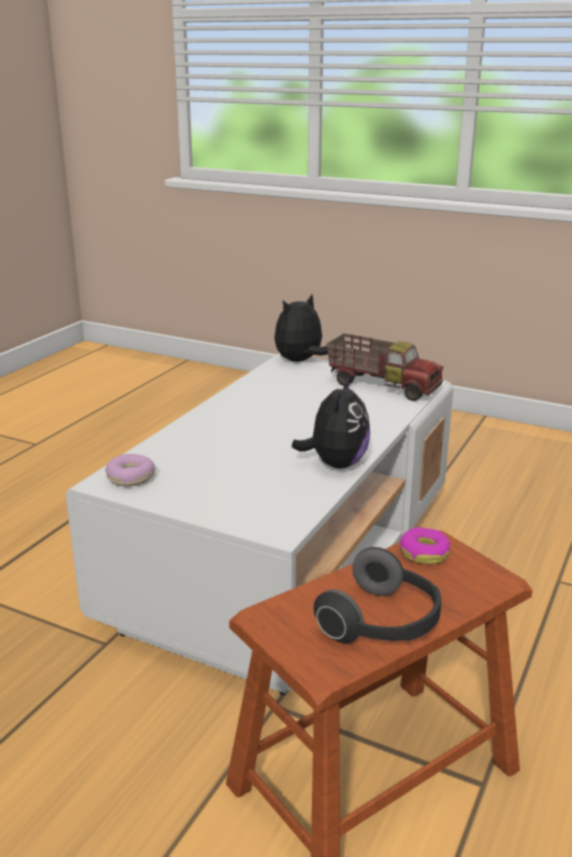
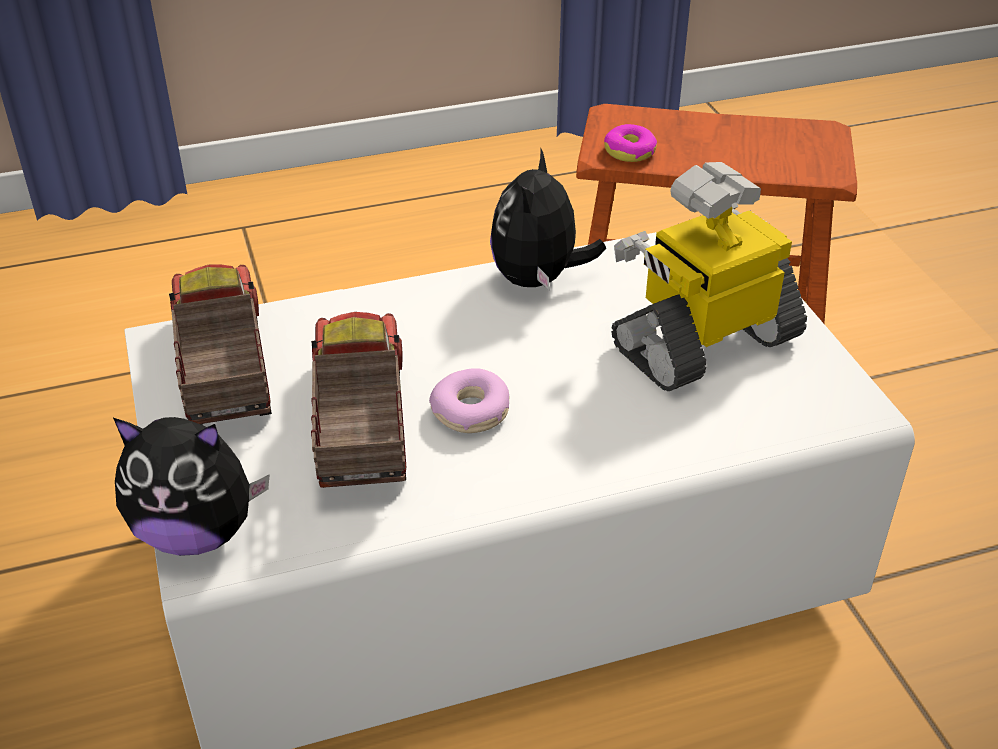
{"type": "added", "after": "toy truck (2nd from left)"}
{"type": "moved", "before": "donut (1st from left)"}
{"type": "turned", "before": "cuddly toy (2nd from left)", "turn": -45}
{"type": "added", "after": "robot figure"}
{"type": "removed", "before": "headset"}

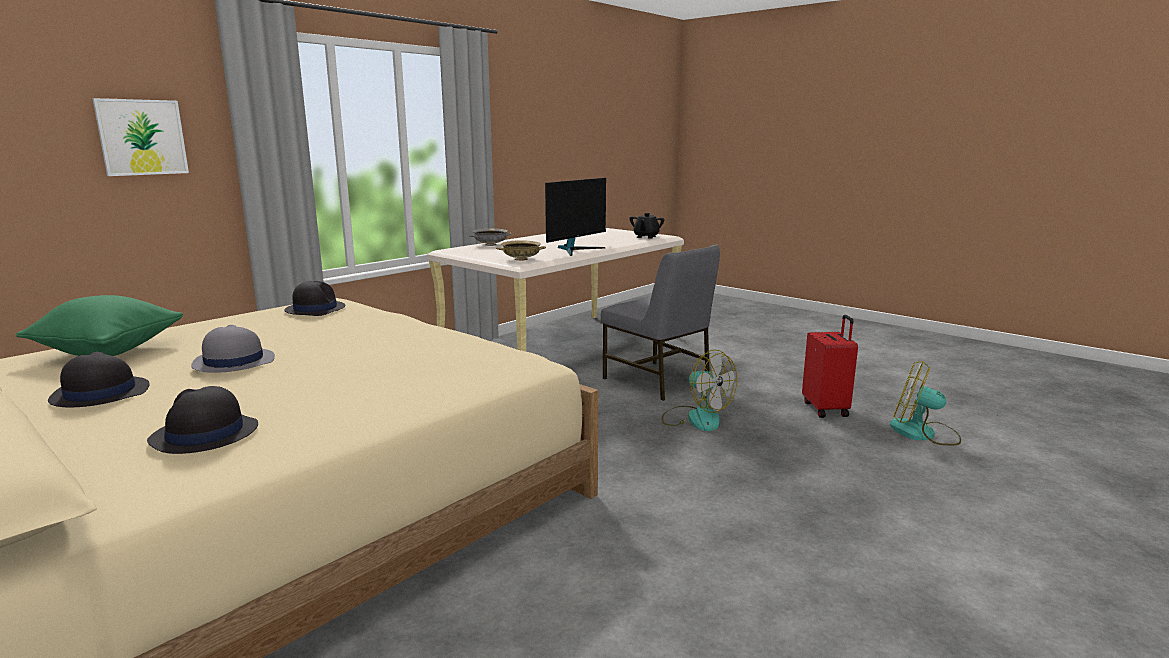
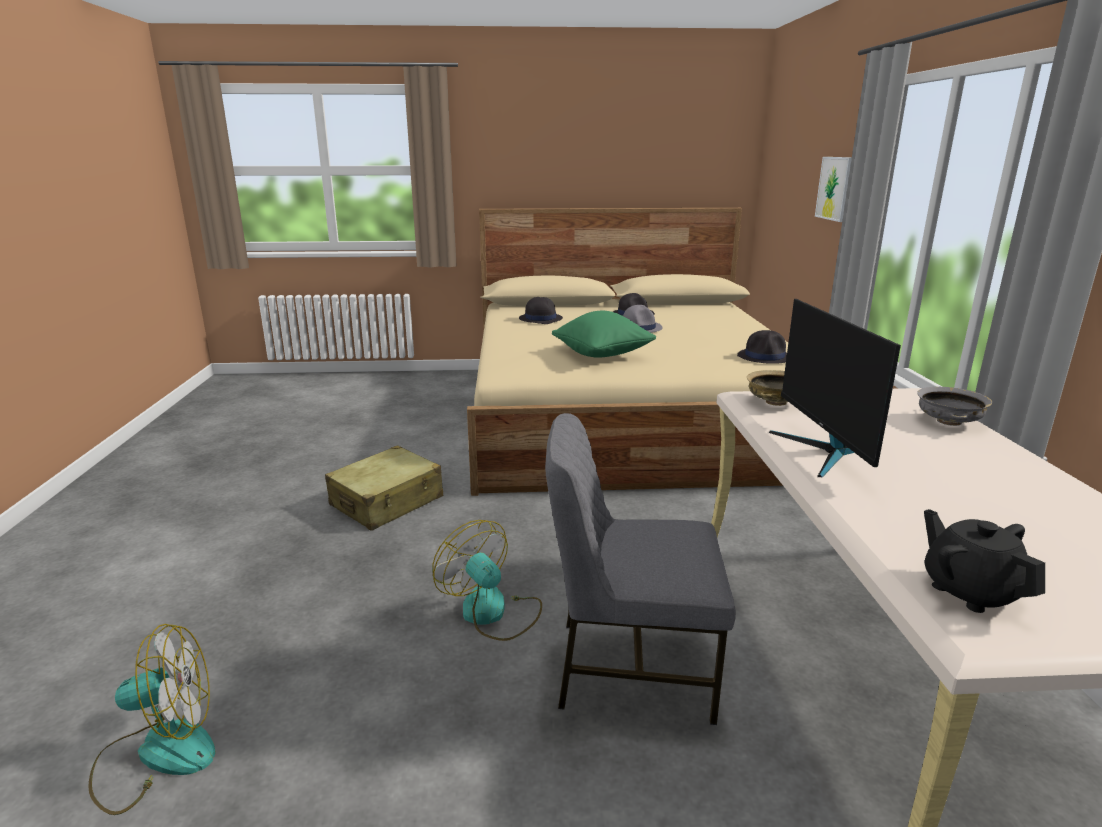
{"type": "added", "after": "beige-coloured suitcase"}
{"type": "turned", "before": "fan (1st from left in the first image)", "turn": 45}
{"type": "moved", "before": "greenish pillow"}
{"type": "removed", "before": "reddish suitcase"}

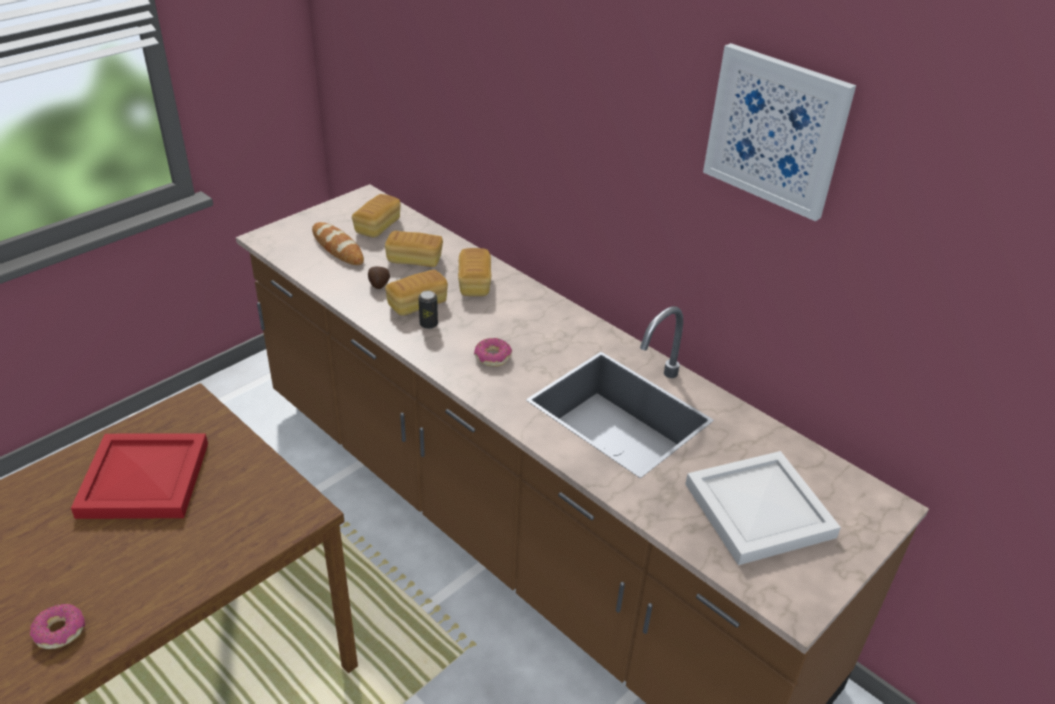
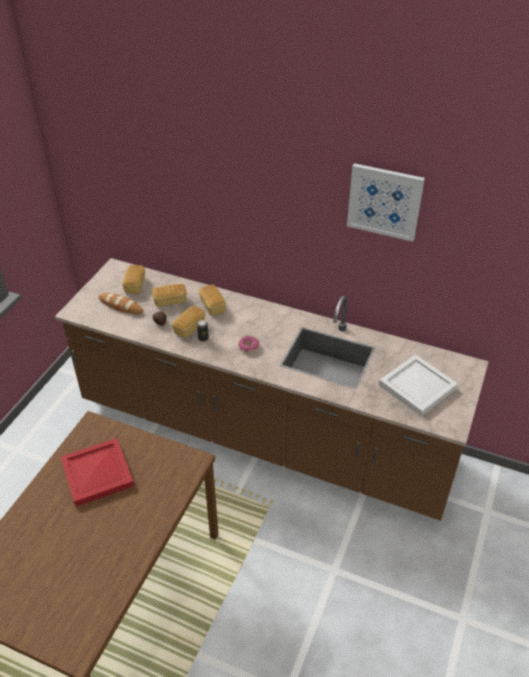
{"type": "removed", "before": "donut (1st from left)"}

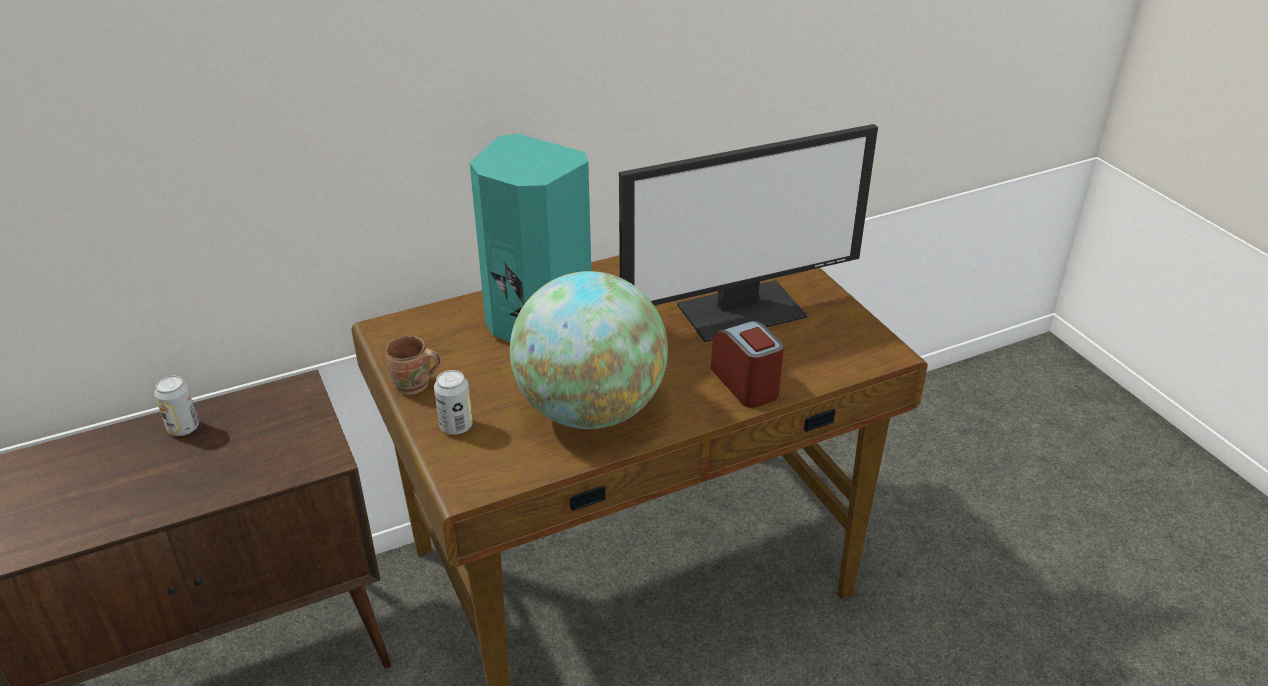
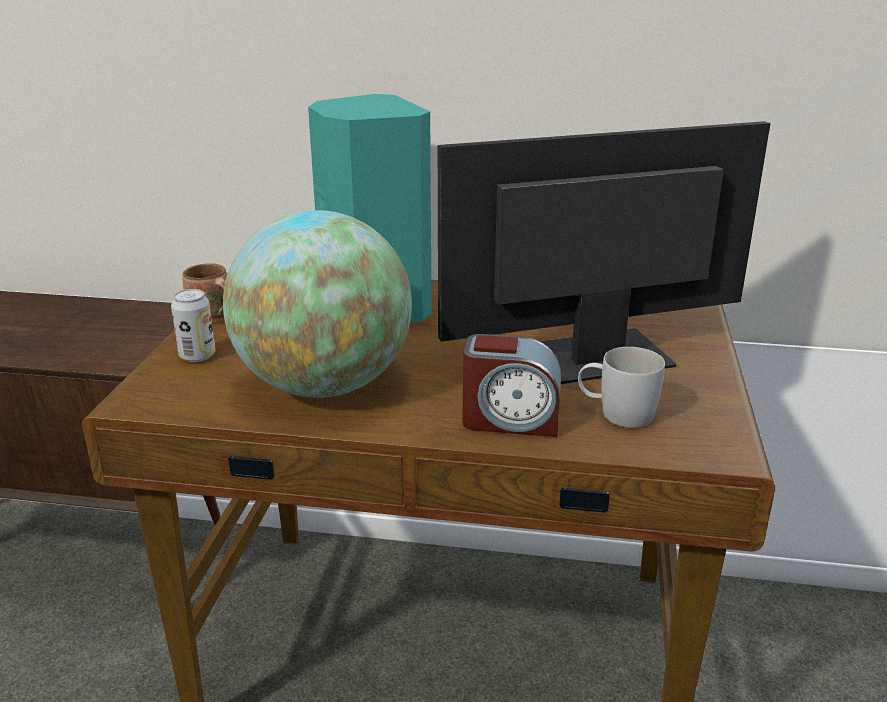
{"type": "turned", "before": "monitor", "turn": 150}
{"type": "turned", "before": "bedside clock", "turn": 90}
{"type": "added", "after": "whitish mug"}
{"type": "removed", "before": "can (1st from left)"}

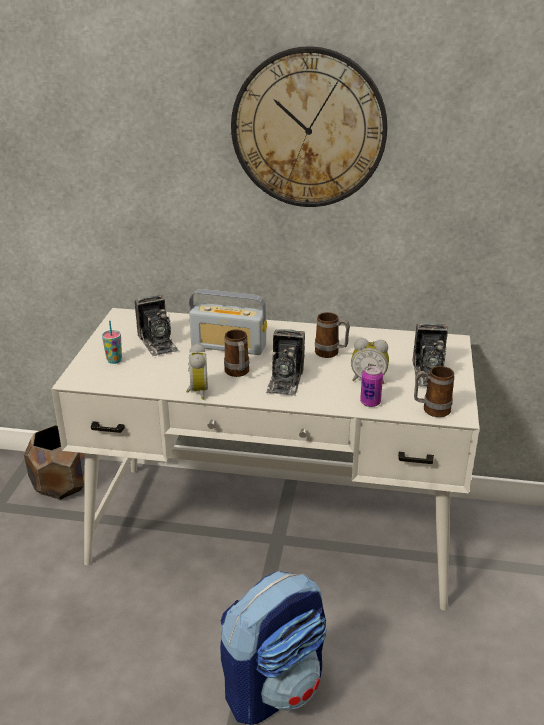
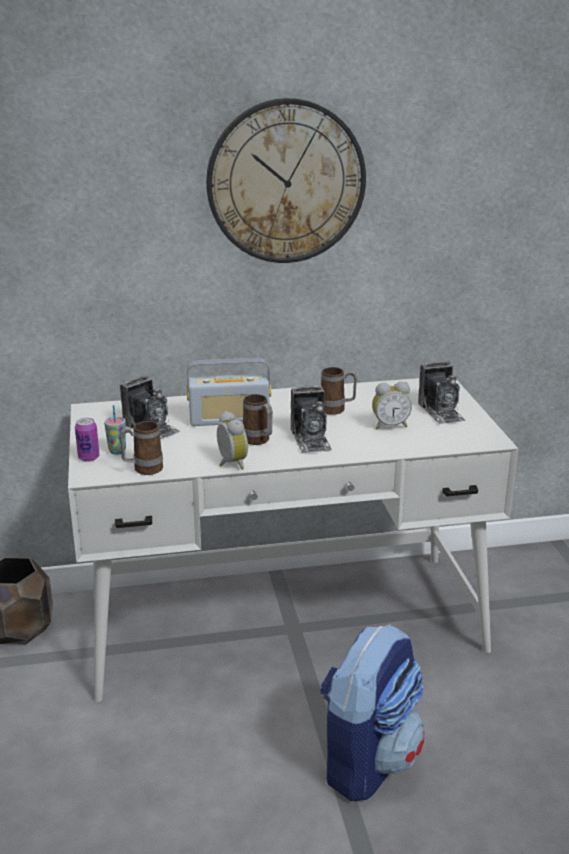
{"type": "moved", "before": "can"}
{"type": "moved", "before": "mug (3rd from left in the first image)", "after": "mug (1st from left)"}

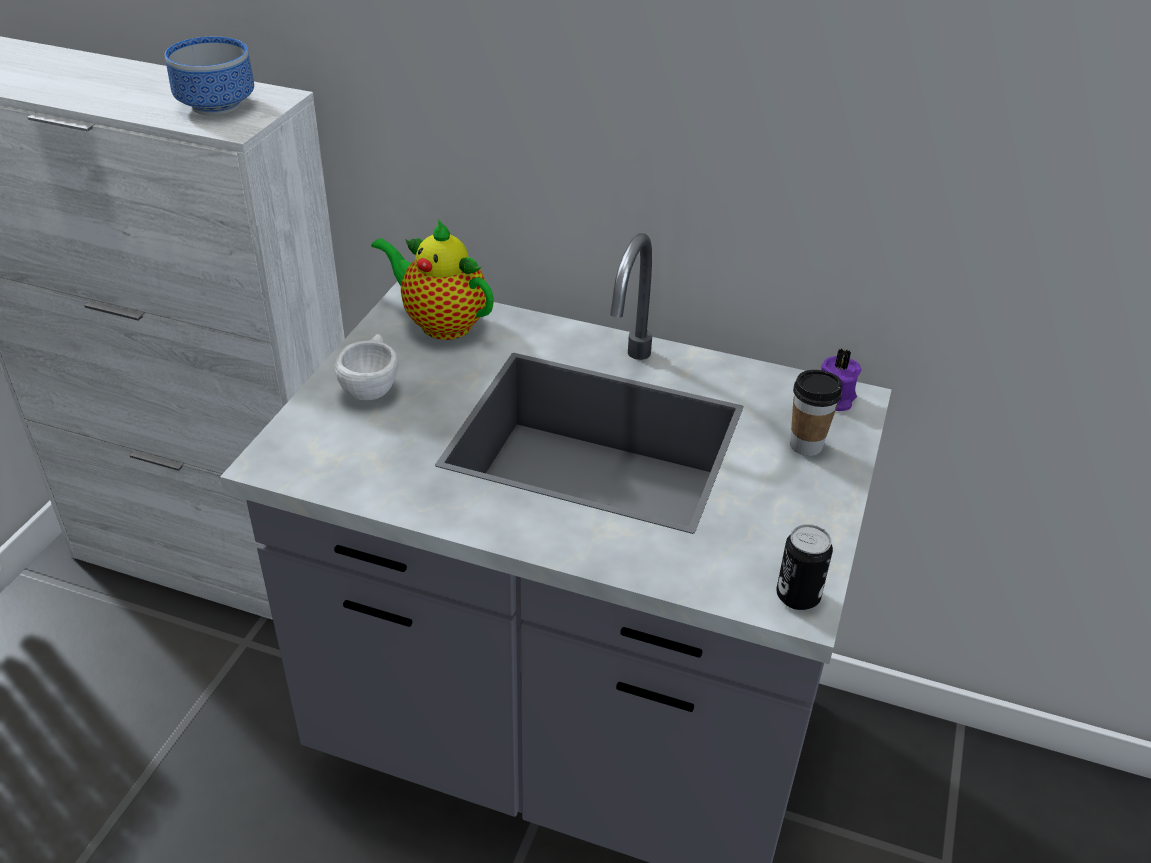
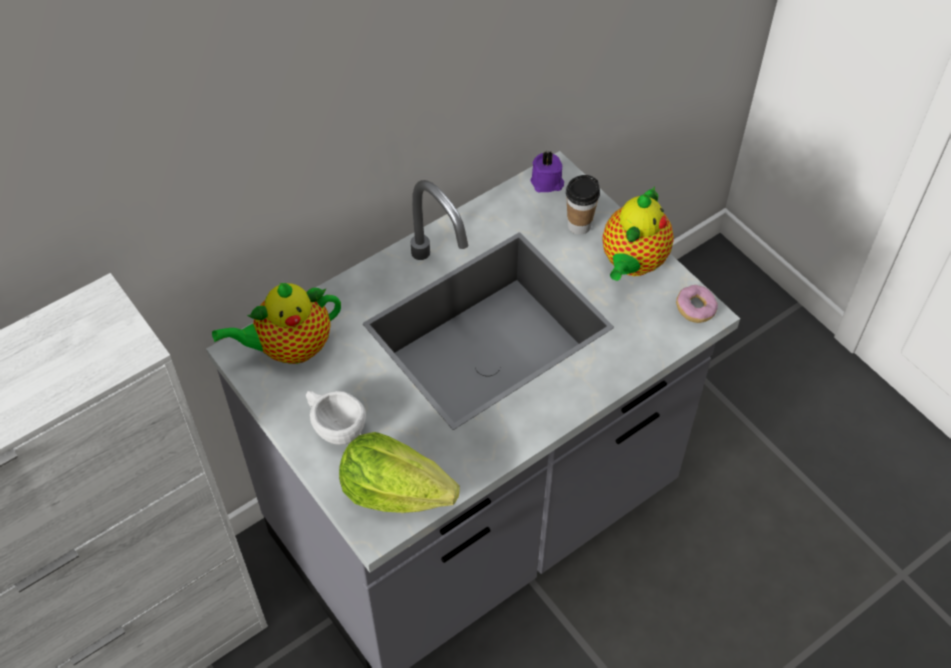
{"type": "added", "after": "lettuce head"}
{"type": "added", "after": "tea pot (2nd from left)"}
{"type": "replaced", "before": "can", "after": "donut"}
{"type": "removed", "before": "bowl"}

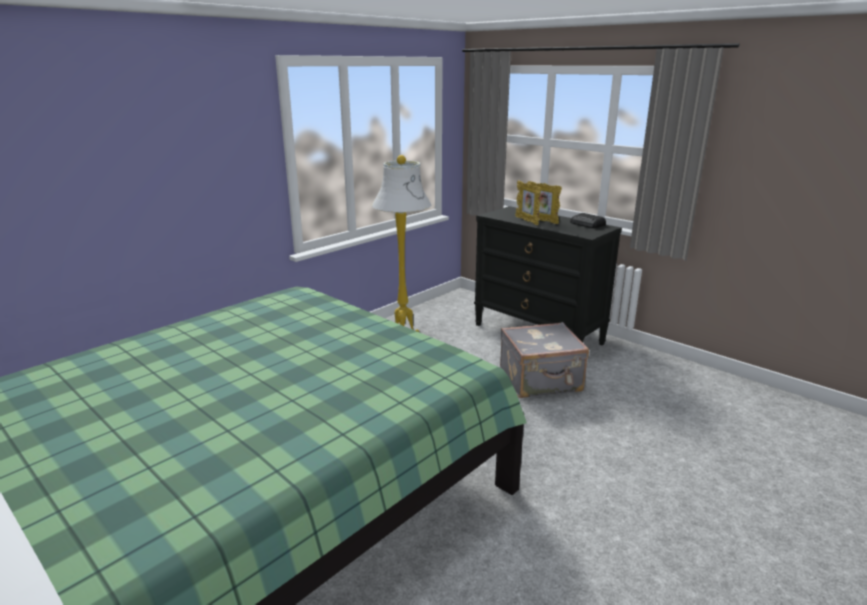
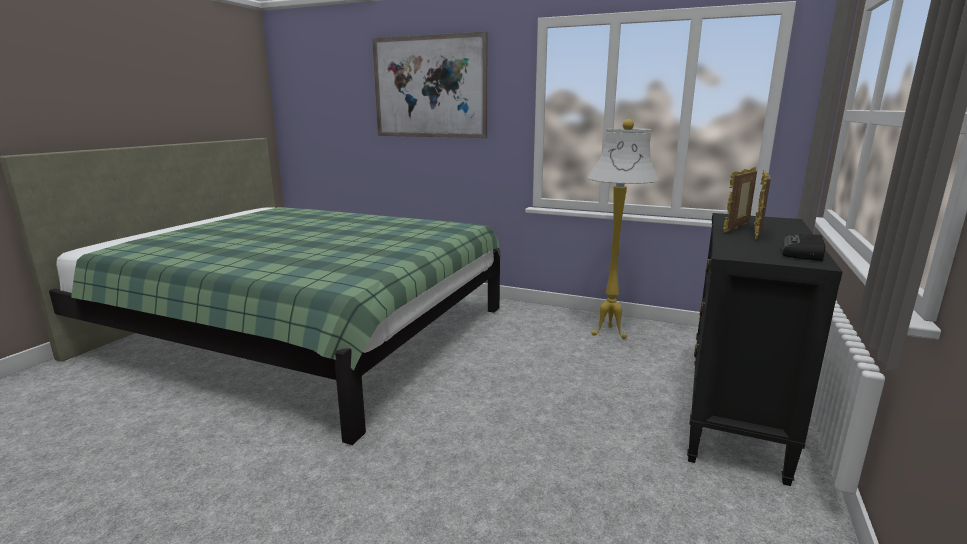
{"type": "added", "after": "wall art"}
{"type": "removed", "before": "greyish suitcase"}

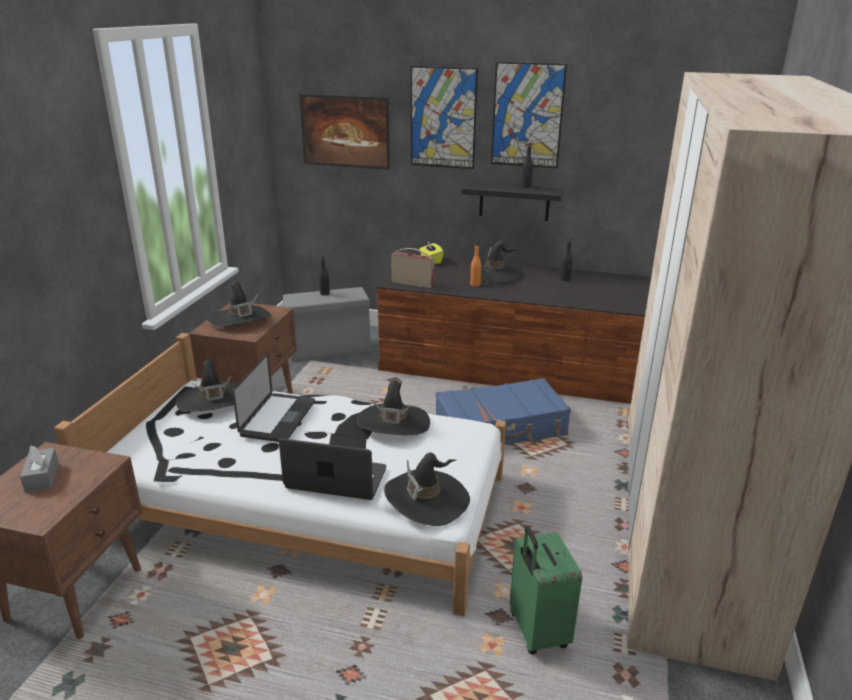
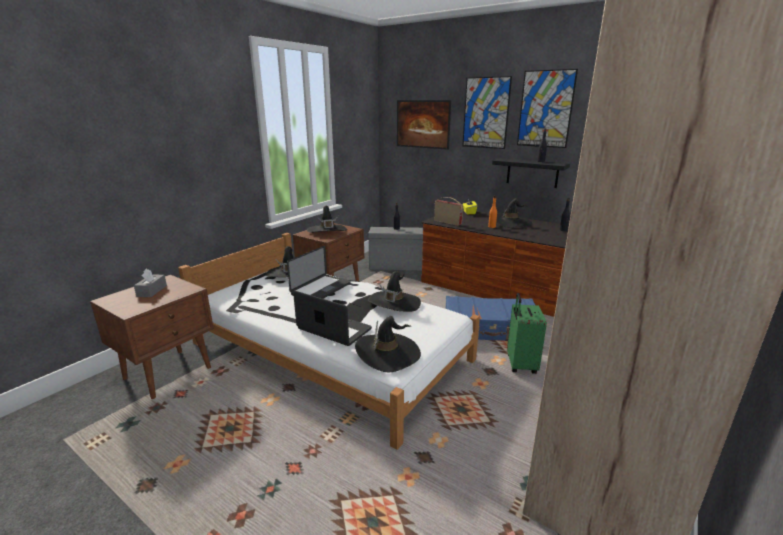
{"type": "moved", "before": "greenish suitcase"}

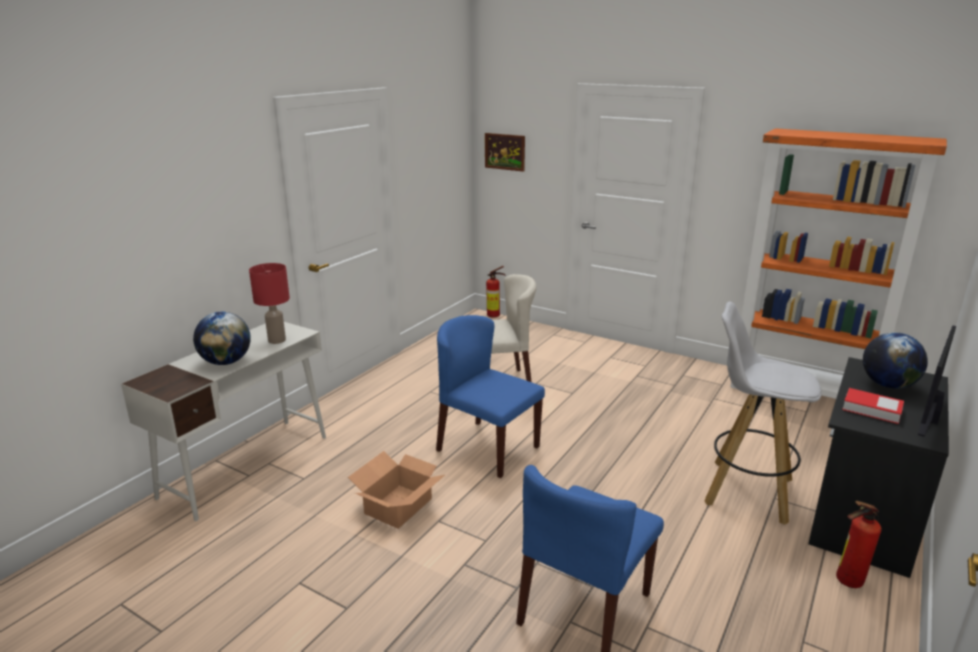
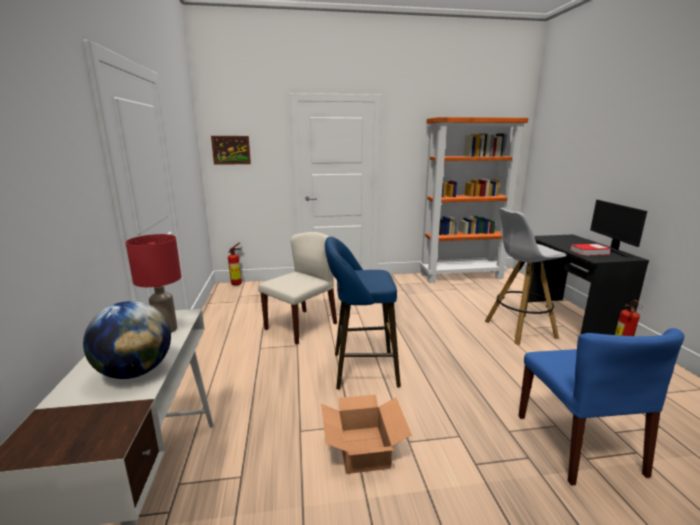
{"type": "replaced", "before": "blue-coloured plain chair (1st from left)", "after": "blue-coloured stool seat"}
{"type": "removed", "before": "globe (2nd from left)"}

